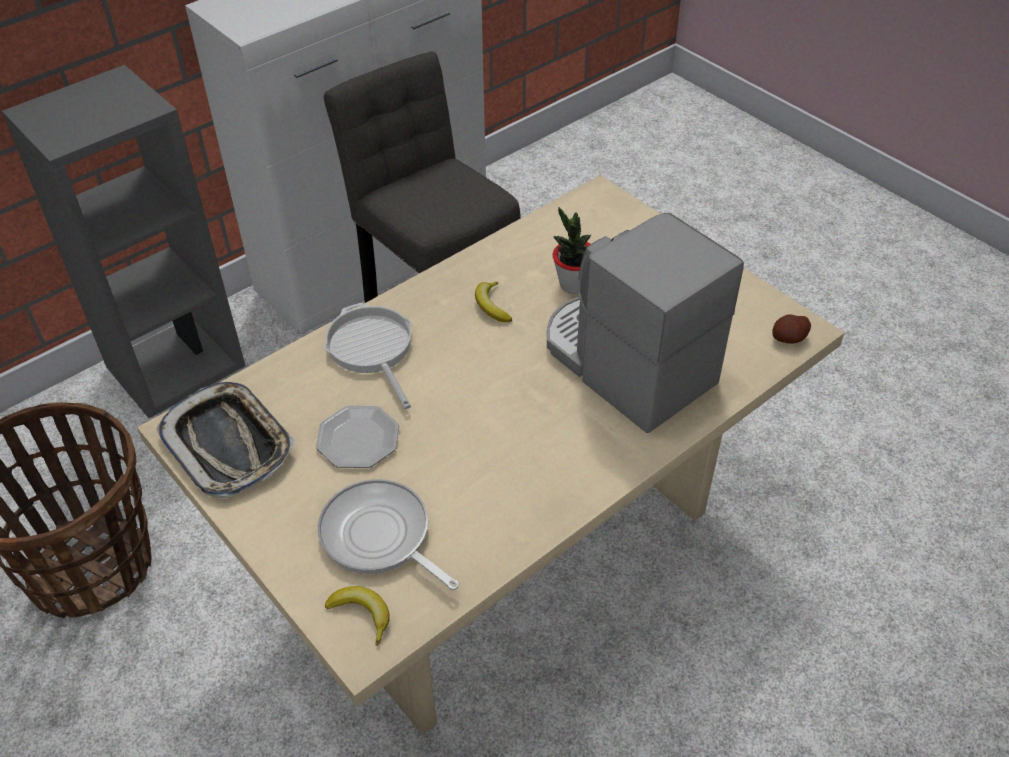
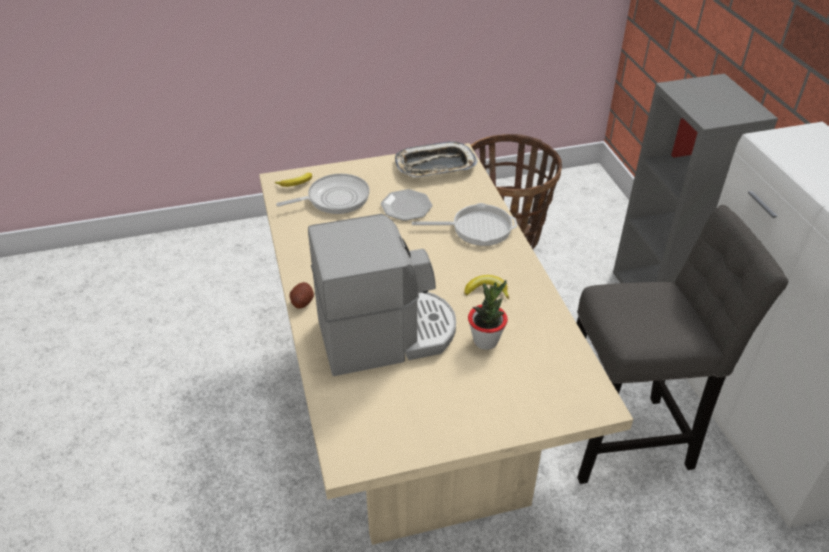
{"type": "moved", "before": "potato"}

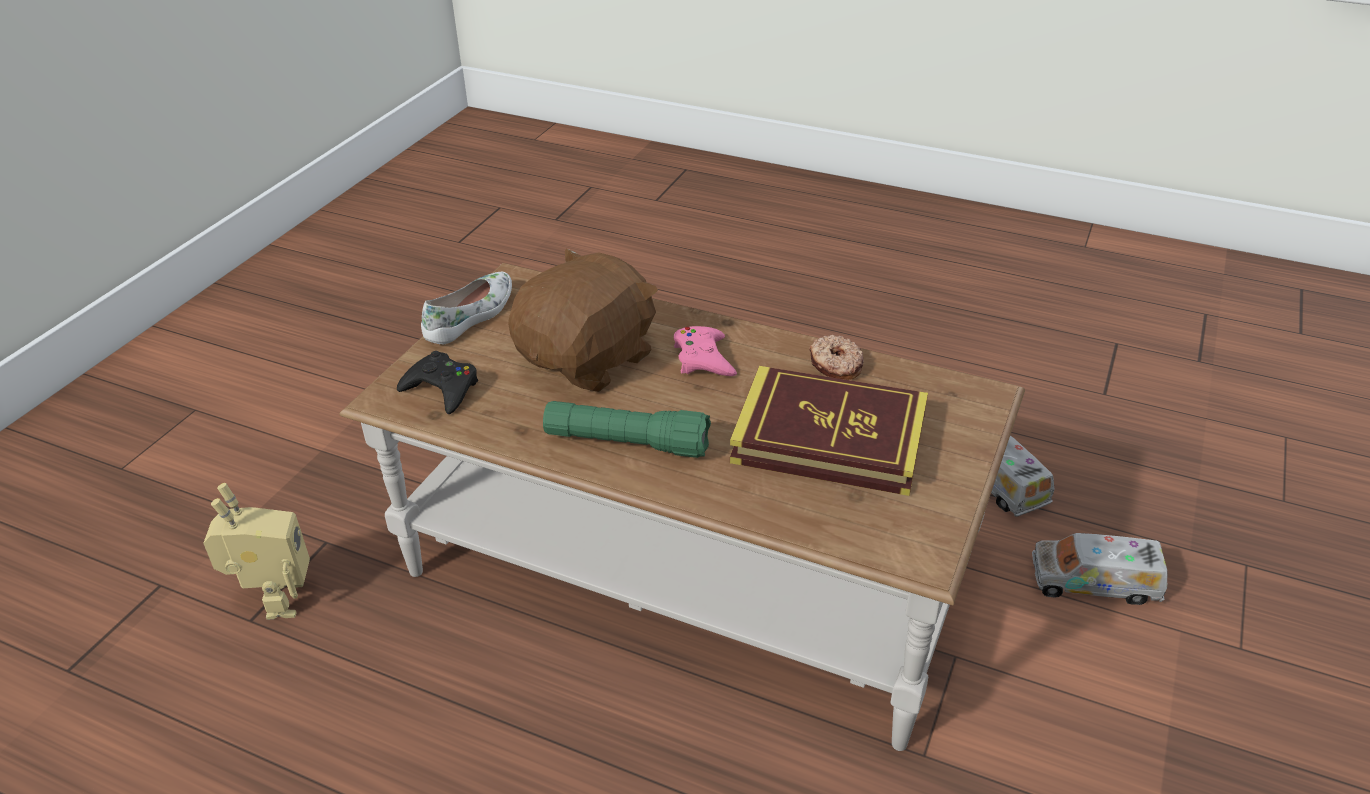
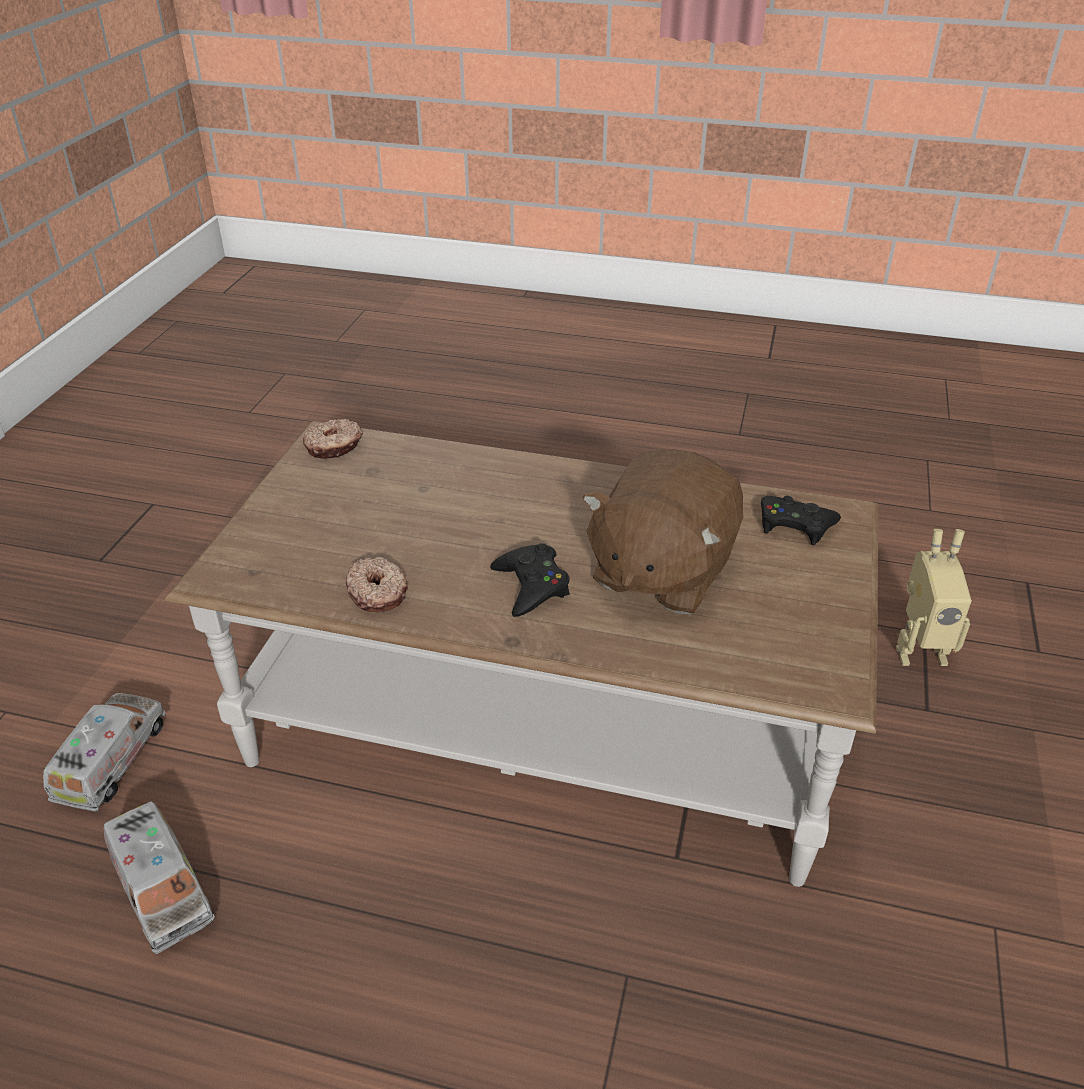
{"type": "turned", "before": "toy truck (2nd from left in the first image)", "turn": -75}
{"type": "added", "after": "donut (1st from left)"}
{"type": "recoloured", "before": "pink-coloured gamepad", "after": "black-coloured gamepad (1st from left)"}
{"type": "turned", "before": "robot figure", "turn": -75}
{"type": "removed", "before": "whitish low shoe"}
{"type": "removed", "before": "greenish torch"}
{"type": "removed", "before": "bound book"}

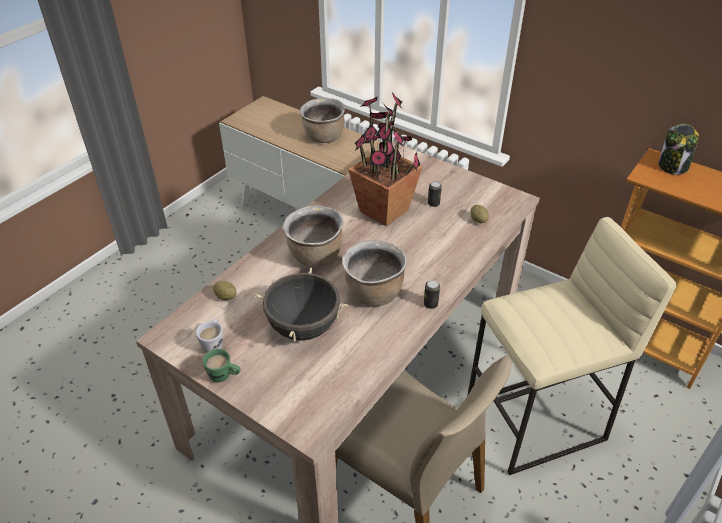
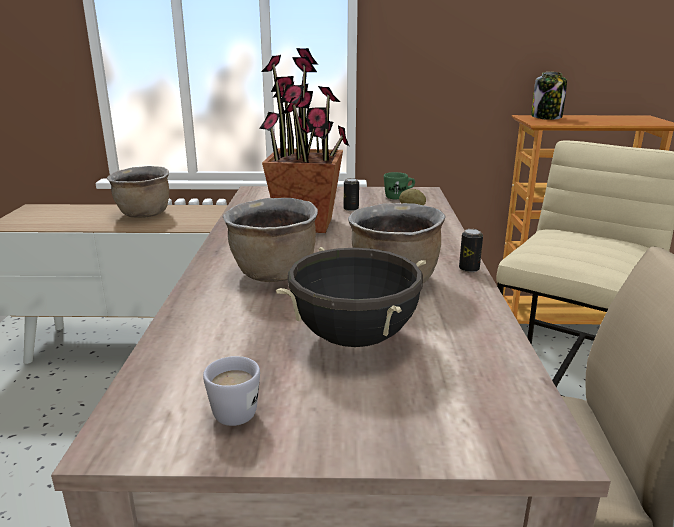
{"type": "moved", "before": "greenish mug"}
{"type": "removed", "before": "potato (1st from left)"}

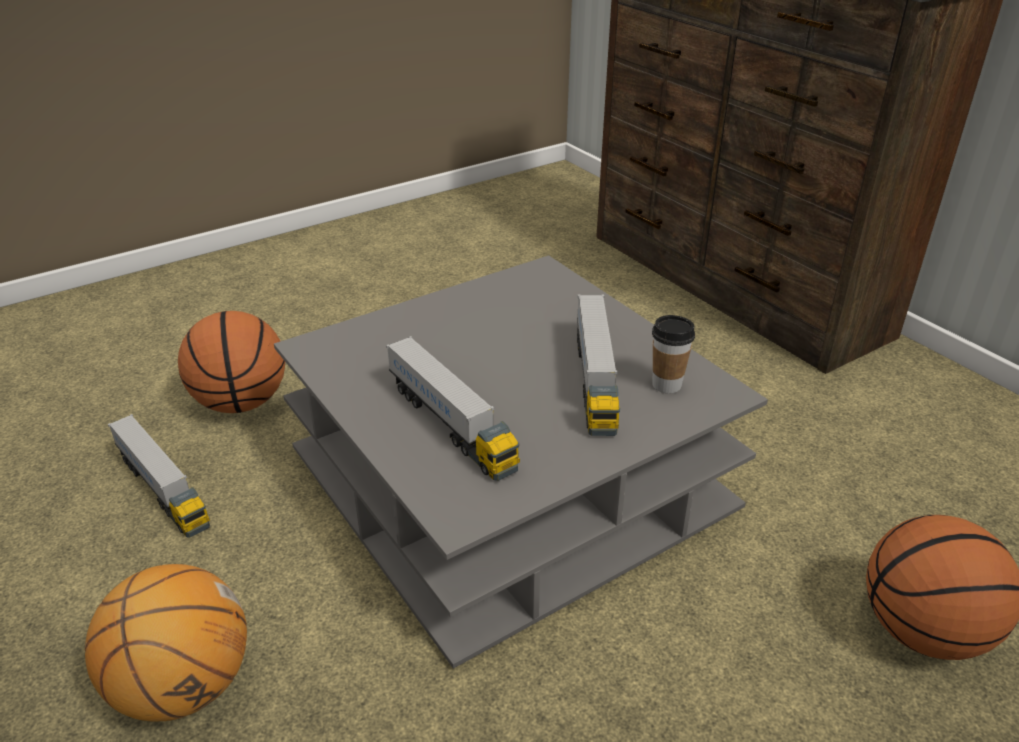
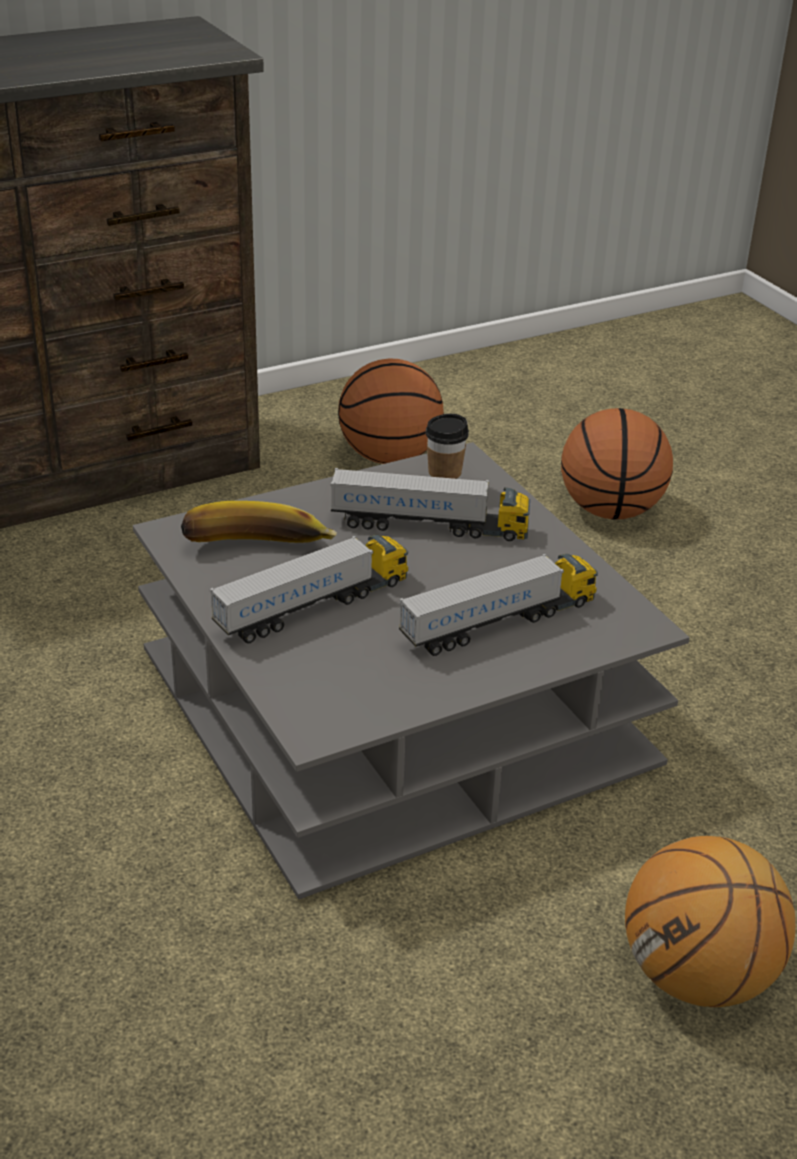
{"type": "added", "after": "banana"}
{"type": "moved", "before": "toy truck (1st from left)"}
{"type": "moved", "before": "basketball (2nd from left in the first image)", "after": "basketball (1st from left)"}

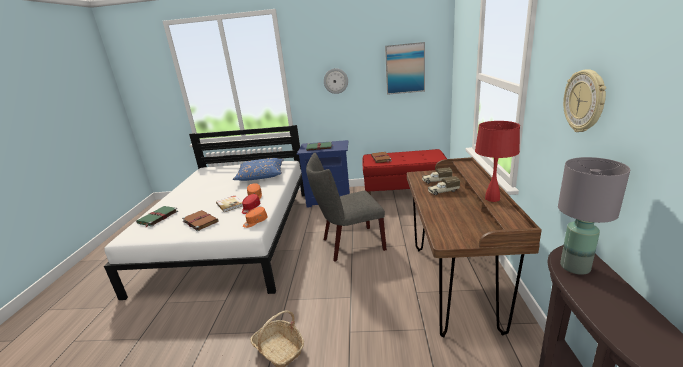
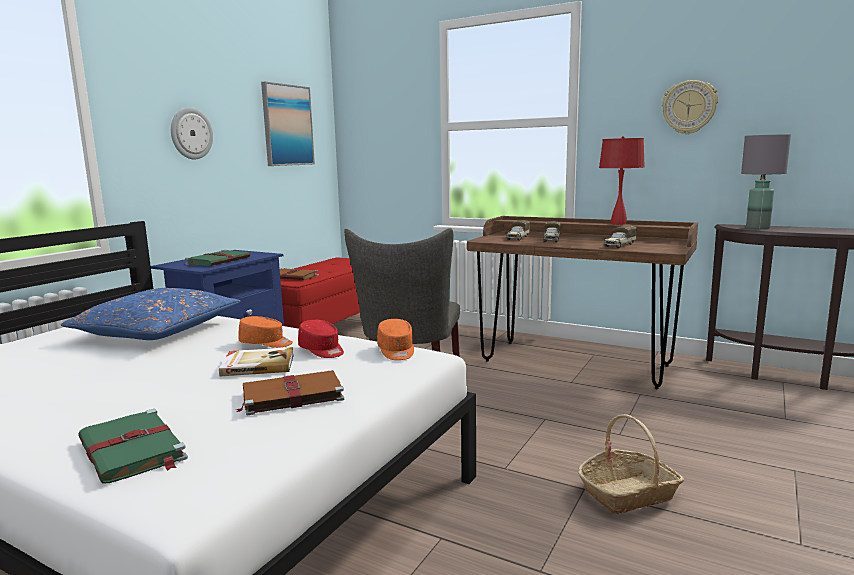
{"type": "added", "after": "toy truck (3rd from left)"}

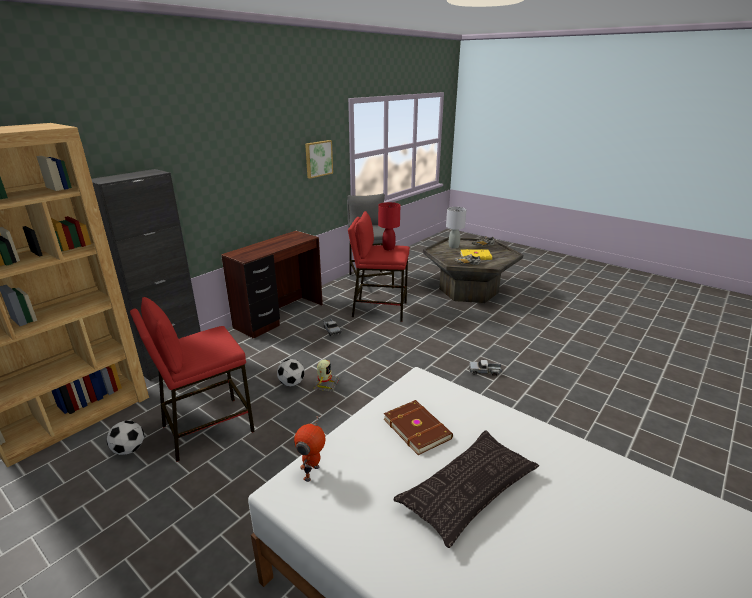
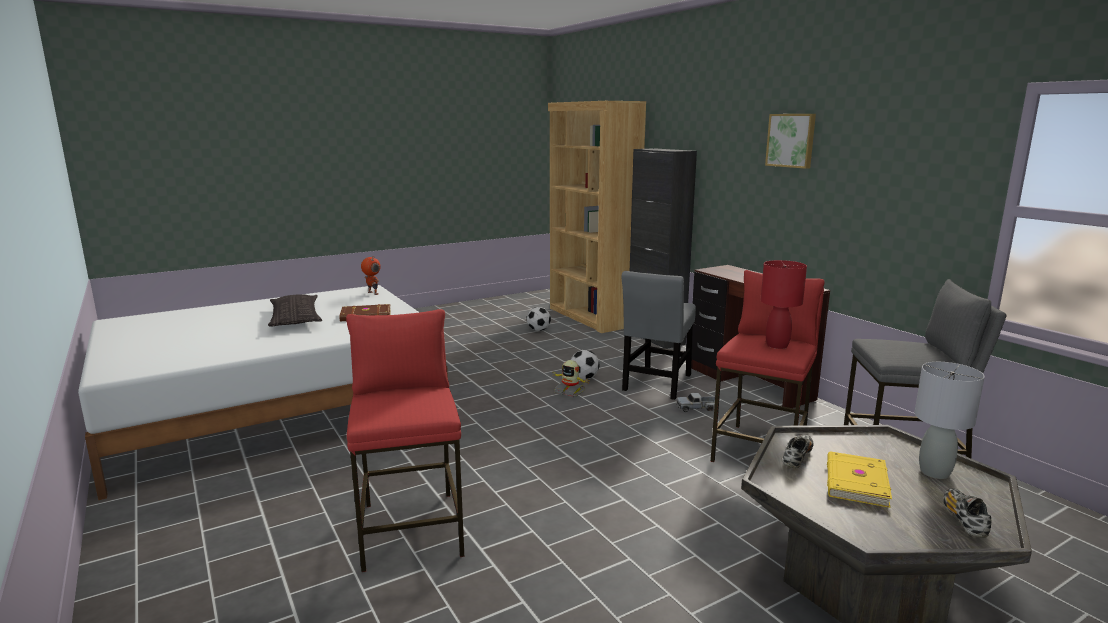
{"type": "moved", "before": "reddish stool seat (1st from left)"}
{"type": "added", "after": "greyish plain chair"}
{"type": "moved", "before": "wall art"}
{"type": "removed", "before": "toy truck (2nd from left)"}

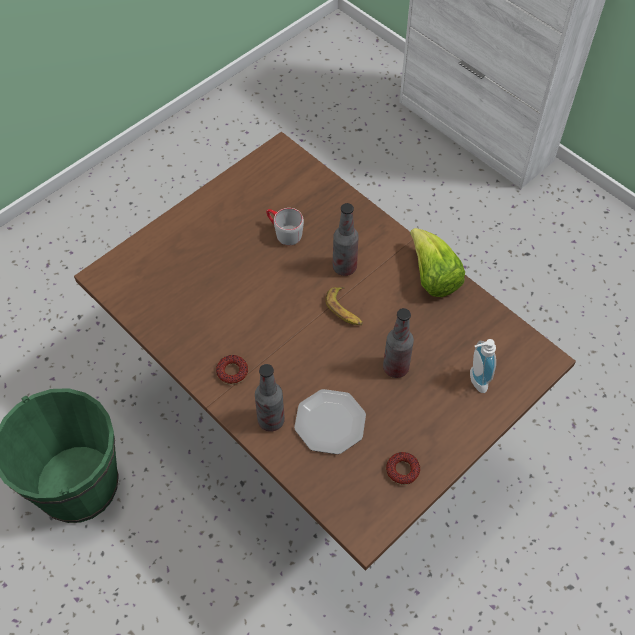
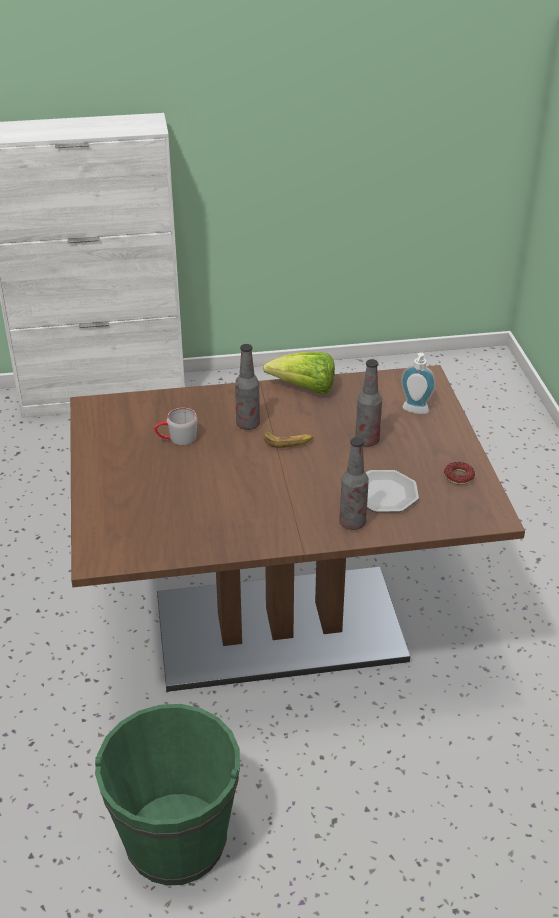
{"type": "removed", "before": "donut (1st from left)"}

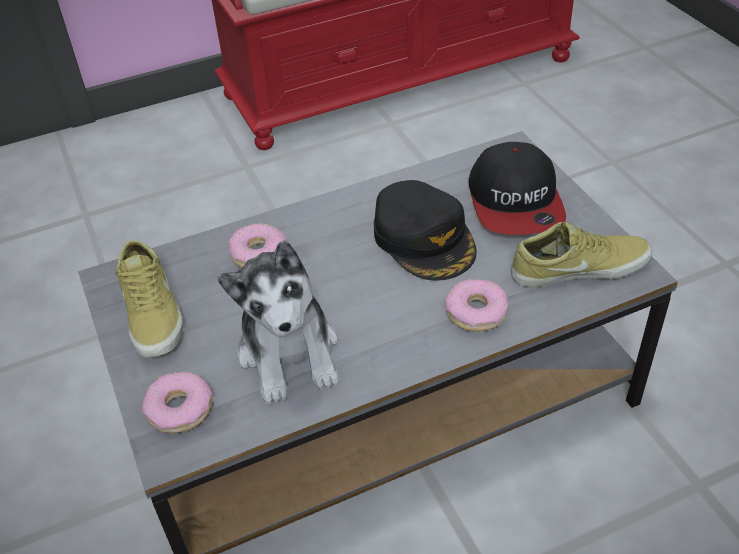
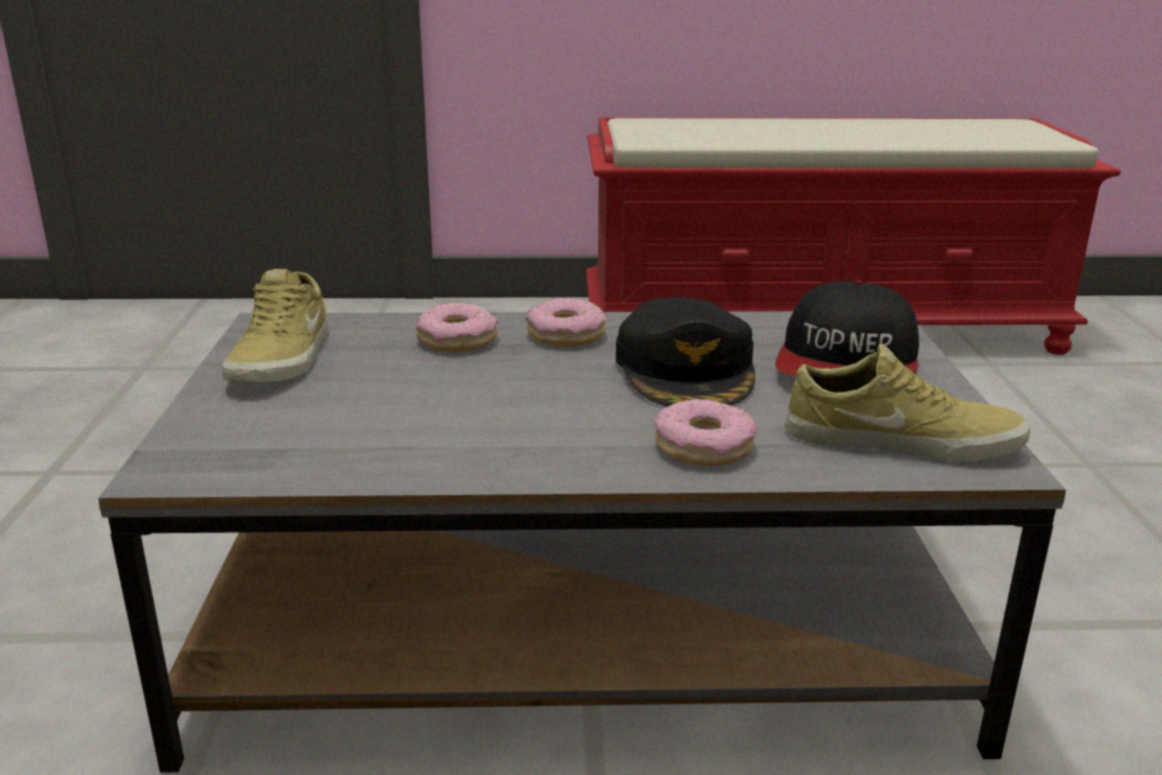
{"type": "moved", "before": "donut (1st from left in the first image)", "after": "donut (2nd from left)"}
{"type": "removed", "before": "cuddly toy"}

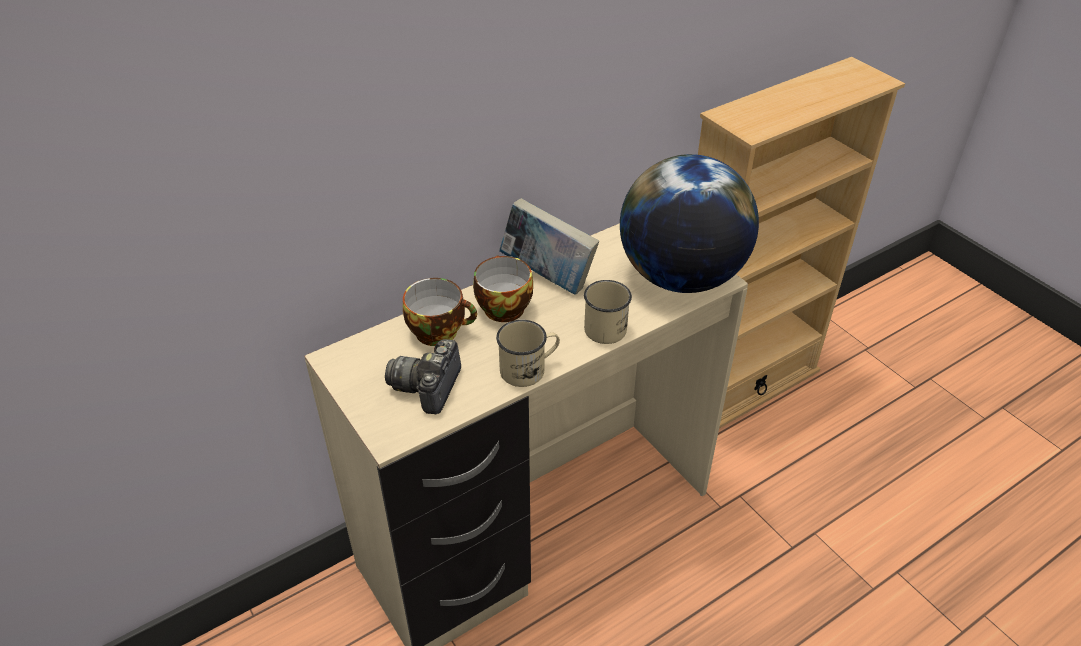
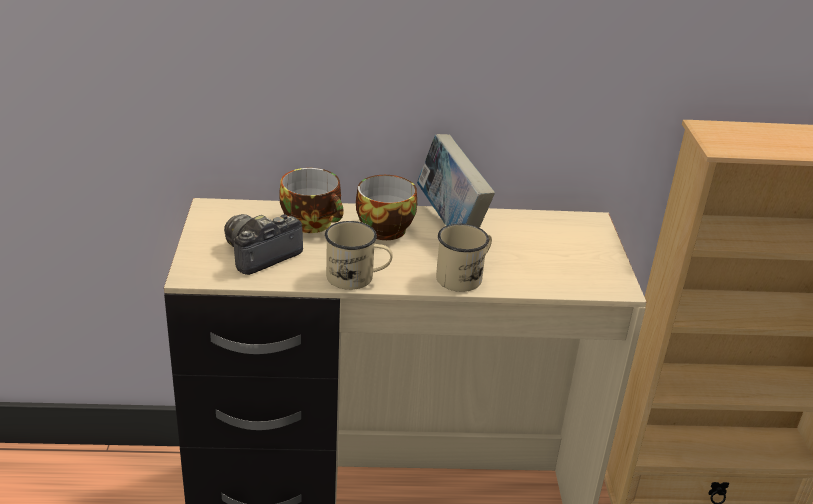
{"type": "removed", "before": "globe"}

